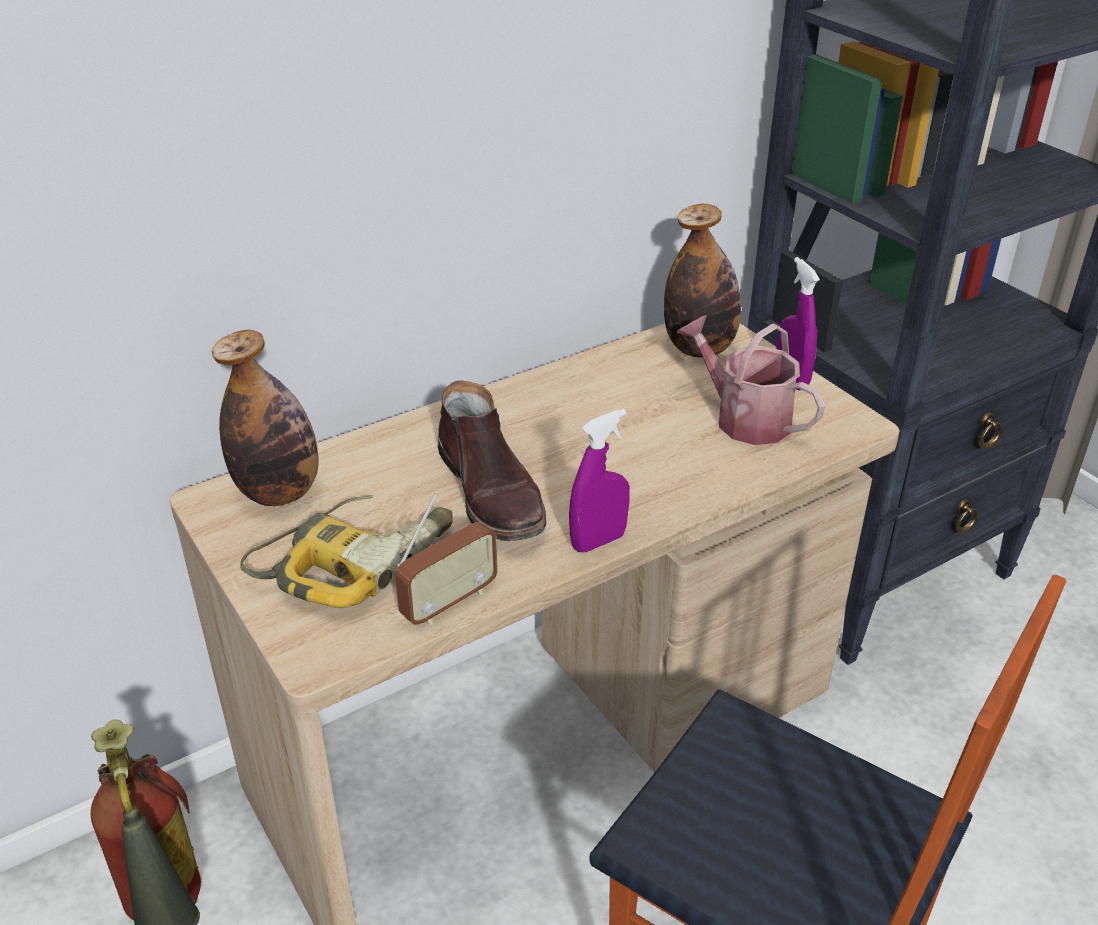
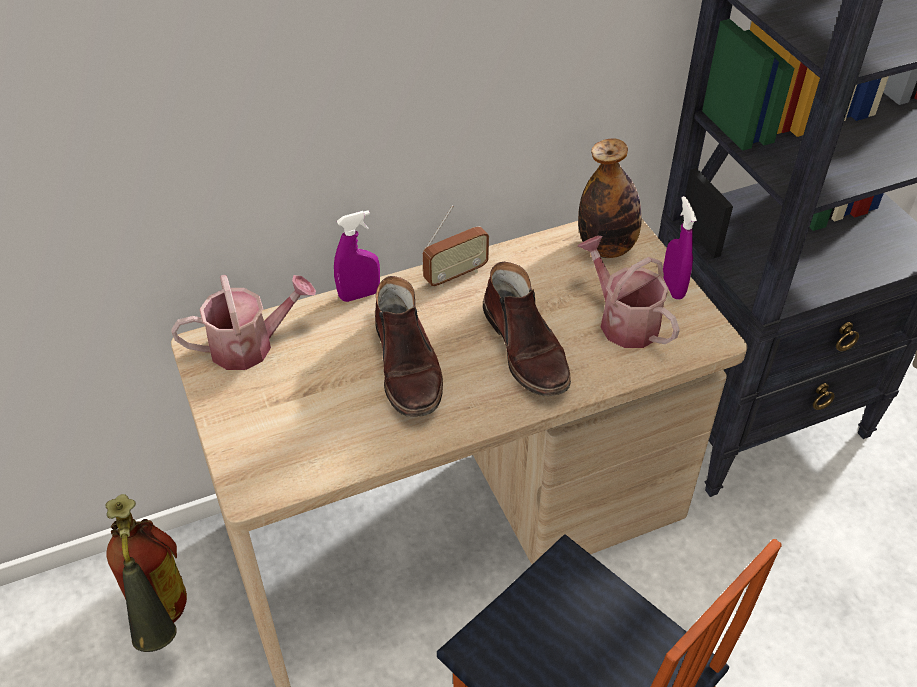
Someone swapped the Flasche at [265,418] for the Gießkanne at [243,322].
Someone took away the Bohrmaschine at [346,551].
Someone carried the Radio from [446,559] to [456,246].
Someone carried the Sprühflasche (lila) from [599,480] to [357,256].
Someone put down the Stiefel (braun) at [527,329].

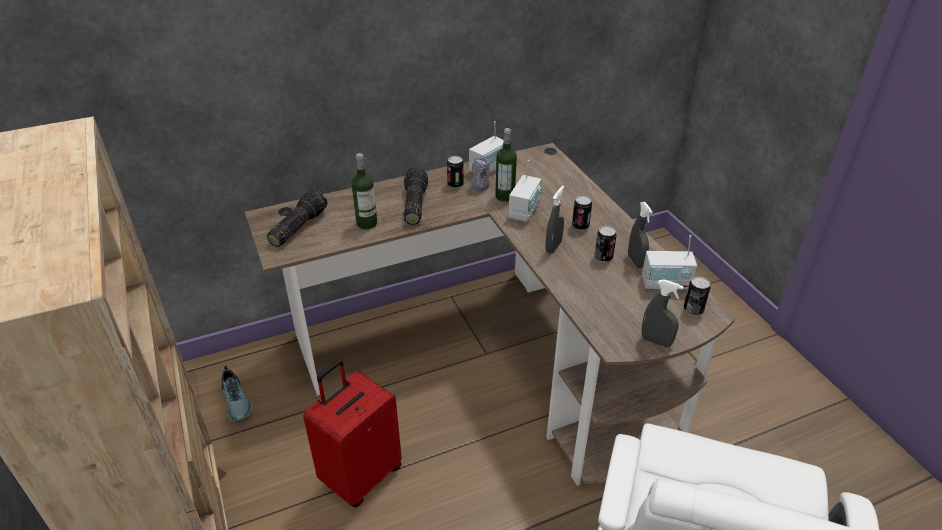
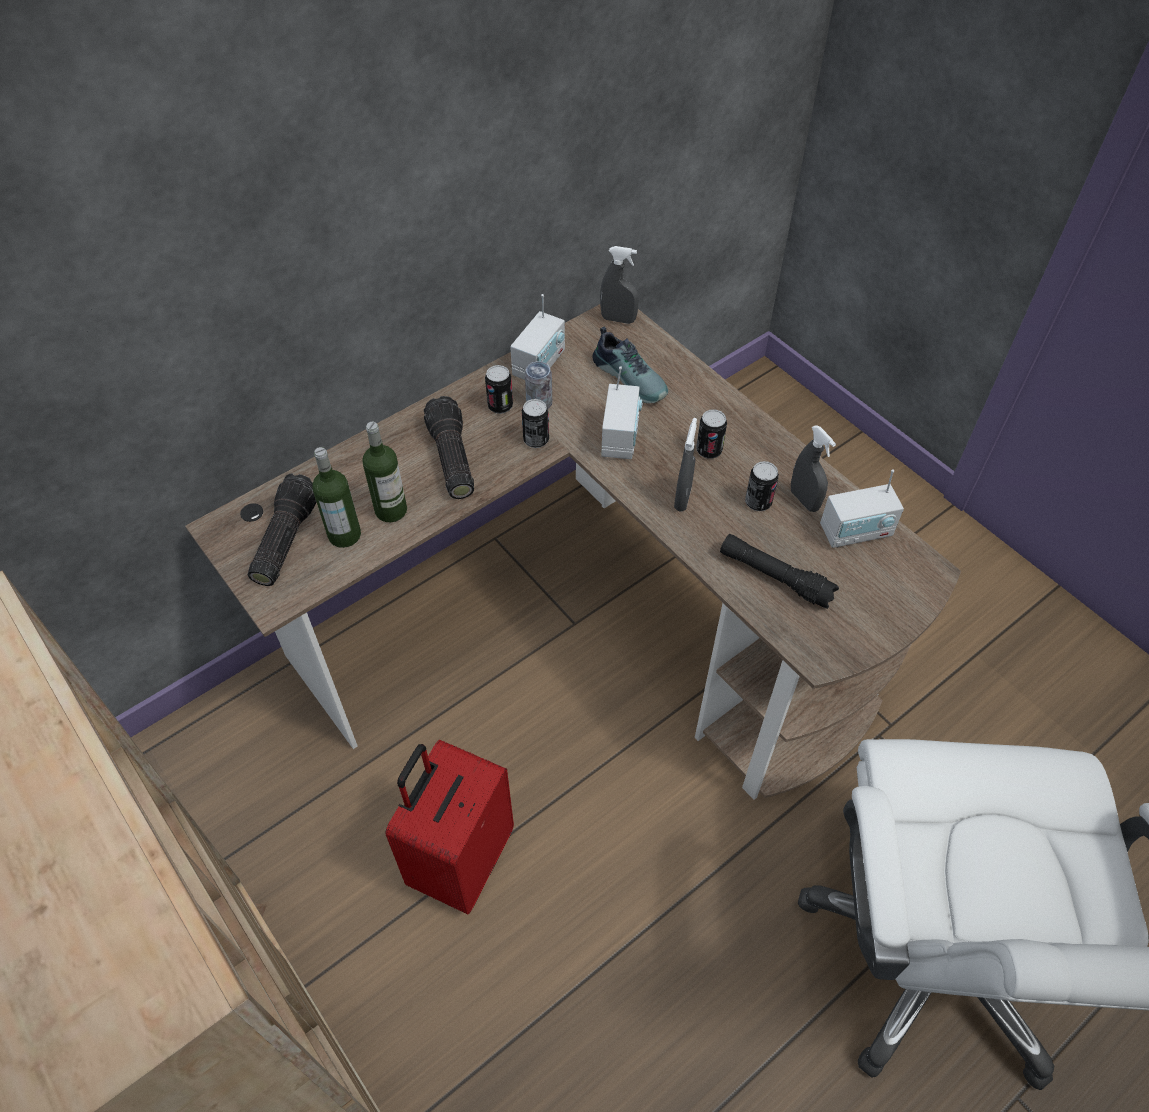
Someone carried the Schuh from [237,393] to [630,365].
Someone carried the Flasche from [506,165] to [336,497].
Someone carried the Sprühflasche (grau) from [663,313] to [619,285].
Someone carried the Dose from [697,296] to [535,423].
Someone put down the Taschenlampe (schwarz) at [779,571].

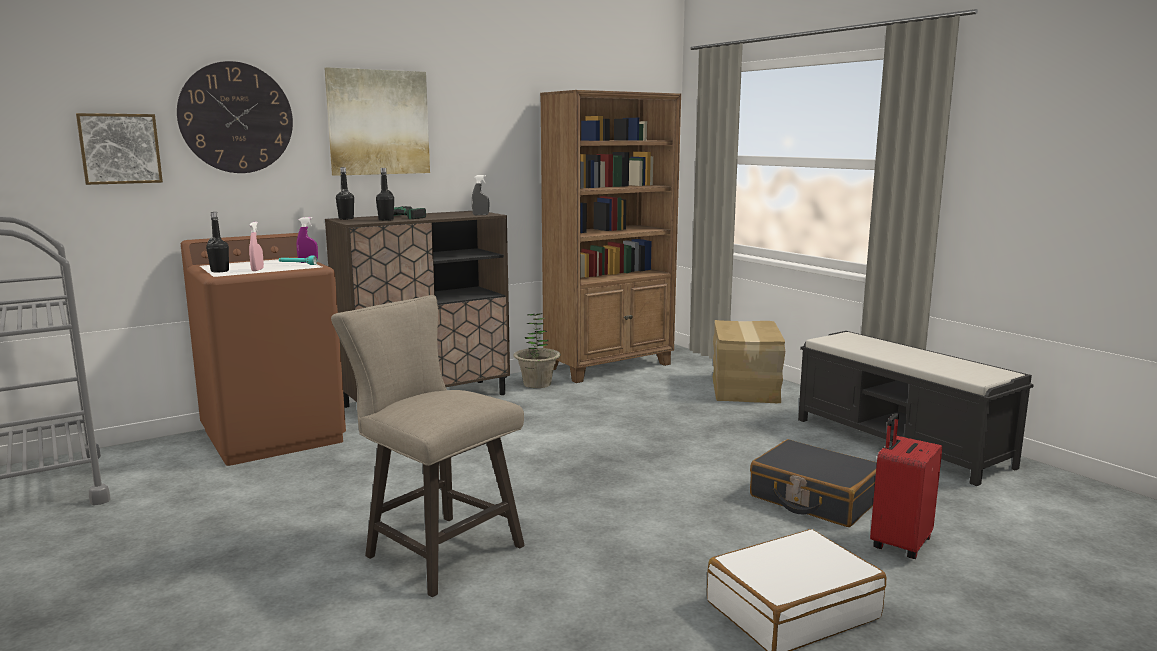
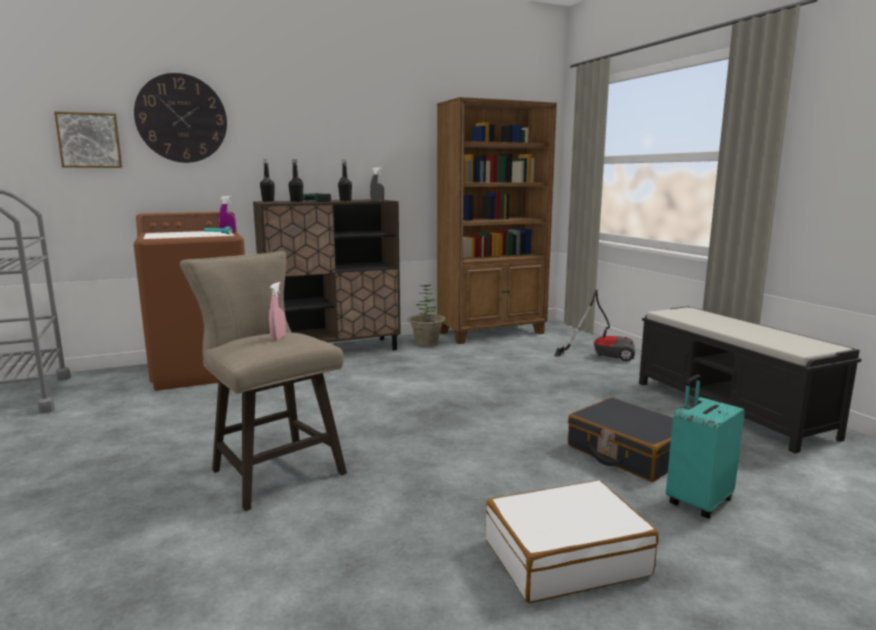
Someone carried the Flasche (schwarz) from [217,242] to [345,180].
Someone carried the Sprühflasche (rosa) from [256,246] to [277,311].
Someone took away the Bild at [377,121].
Someone swapped the Karton at [748,361] for the Staubsauger at [595,325].
Someone repainted the Koffer (rot) at [906,486], which became the Koffer (türkis) at [705,446].

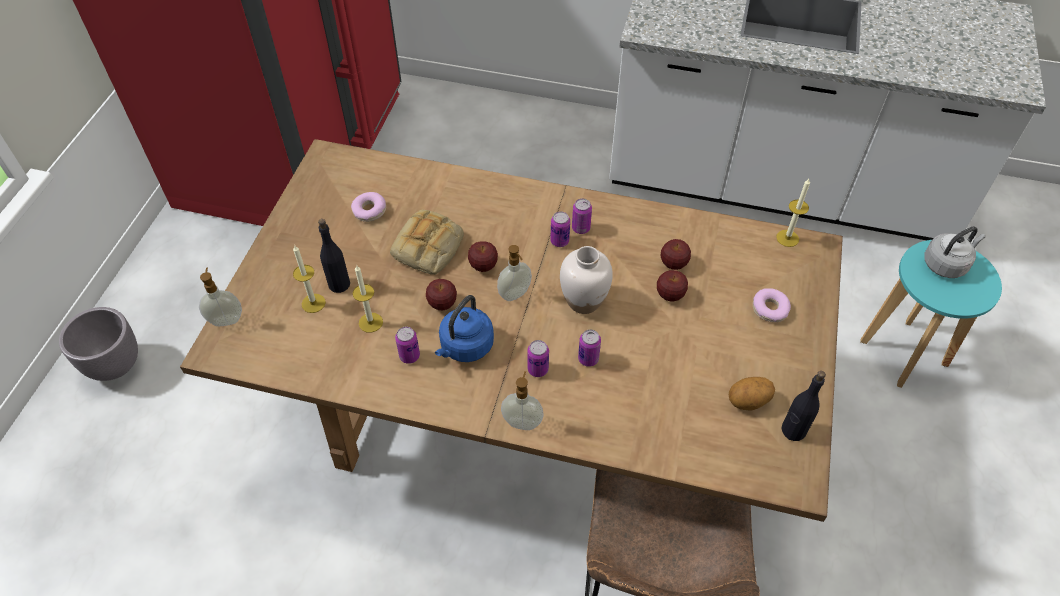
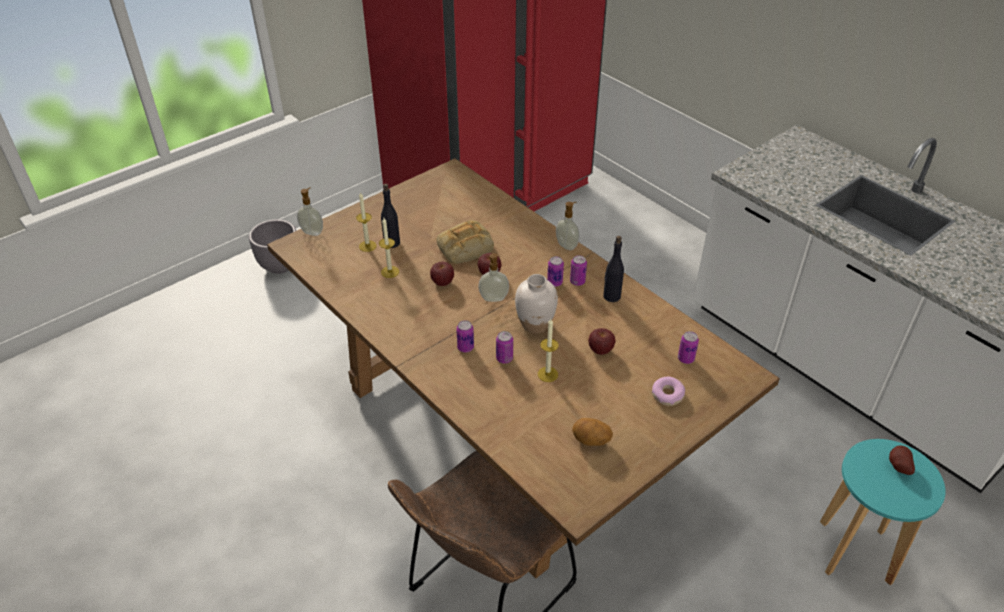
Someone took away the Donut at [368,207].
Someone carried the Dose from [407,345] to [688,347].
Someone took away the Wasserkessel (blau) at [464,328].
Someone carried the Seifenspender from [522,400] to [567,226].
Someone took away the Apfel at [676,254].
Someone carried the Kerze from [793,213] to [548,350].
Someone carried the Flasche (schwarz) from [803,406] to [613,269].
Someone swapped the Wasserkessel (grau) at [954,252] for the Kartoffel at [902,460].

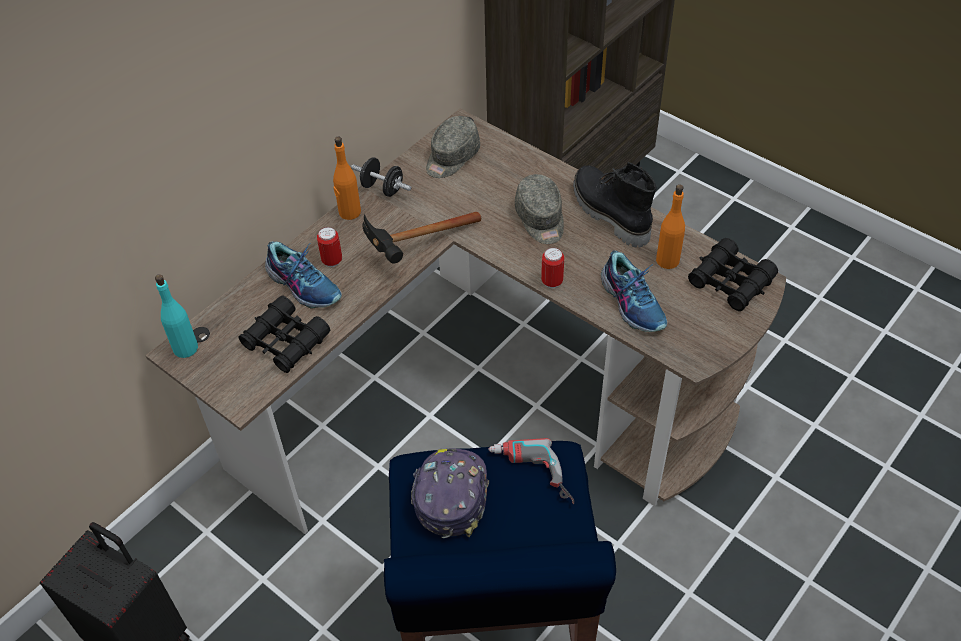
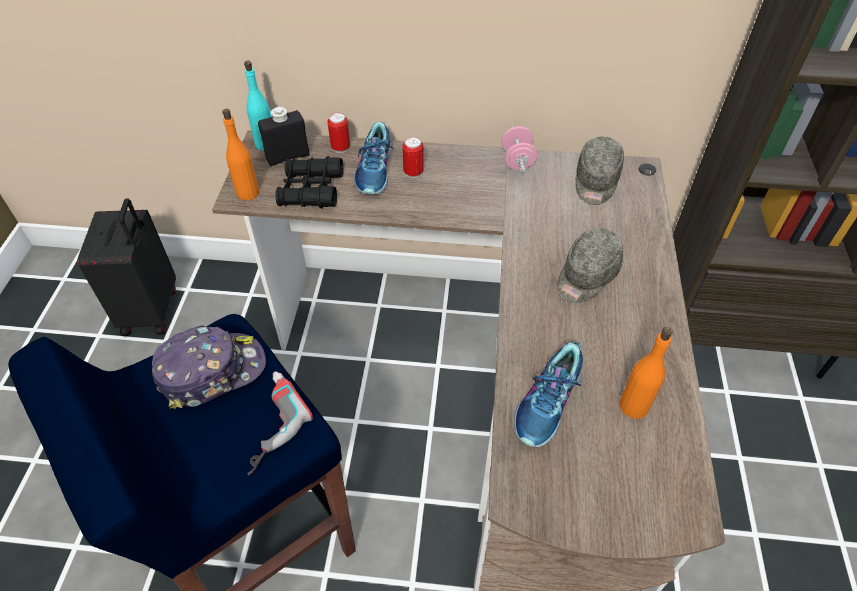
Someone carried the Flasche (orange) from [347,178] to [240,155].
Someone repainted the Hantel (schwarz) at [381,177], which became the Hantel (rosa) at [519,149].
Someone took away the Hammer at [421,238].
Someone rotated the Kappe (grau) at [453,147] by 75 degrees counterclockwise.
Someone carried the Dose from [552,268] to [338,133].
Someone took away the Stiefel (schwarz) at [614,204].
Someone took away the Fernglas (schwarz) at [733,274].
Someone put down the Flasche (schwarz) at [284,136].

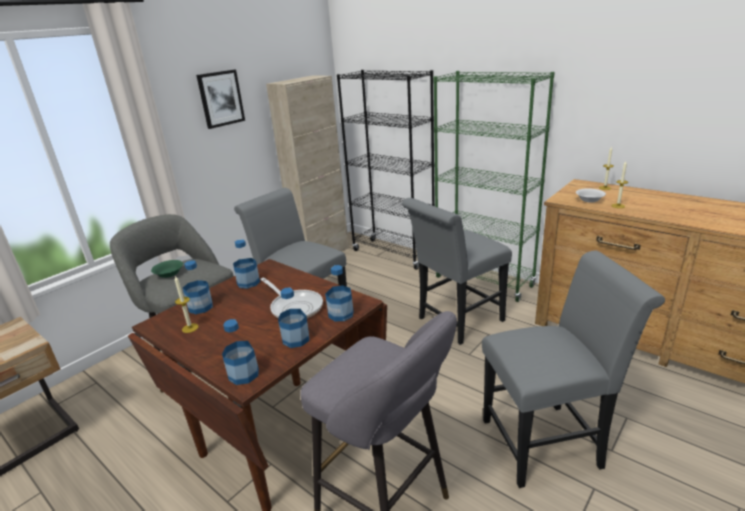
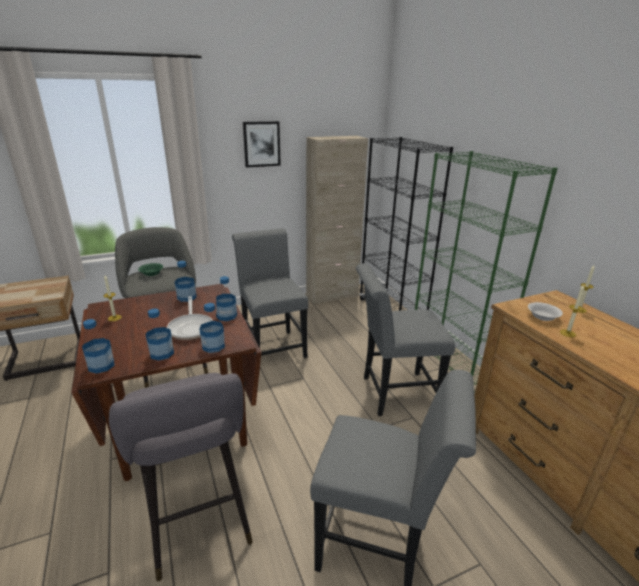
Someone carried the Flasche from [198,287] to [226,298].

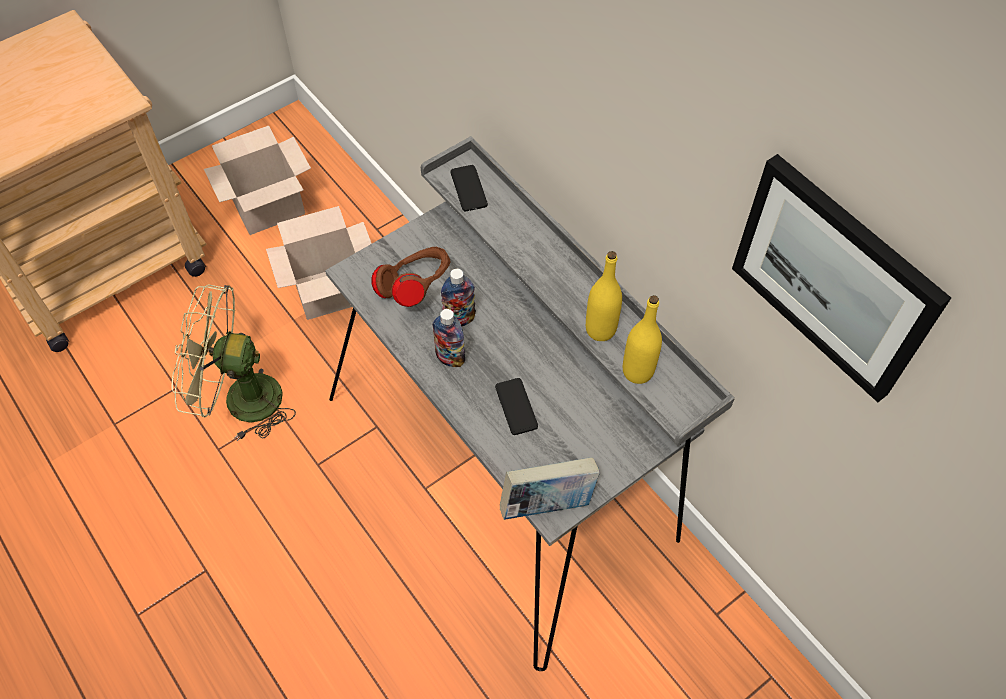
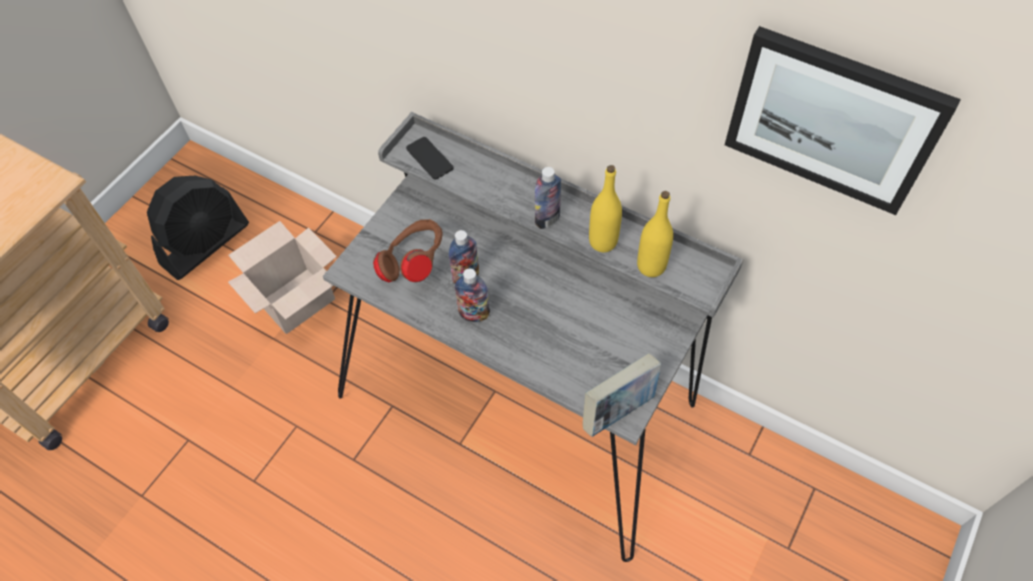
Someone took away the Ventilator (grün) at [233,362].
Someone swapped the Karton at [257,180] for the Ventilator (schwarz) at [198,228].
Someone took away the Handy at [516,406].
Someone put down the Flasche at [548,198].

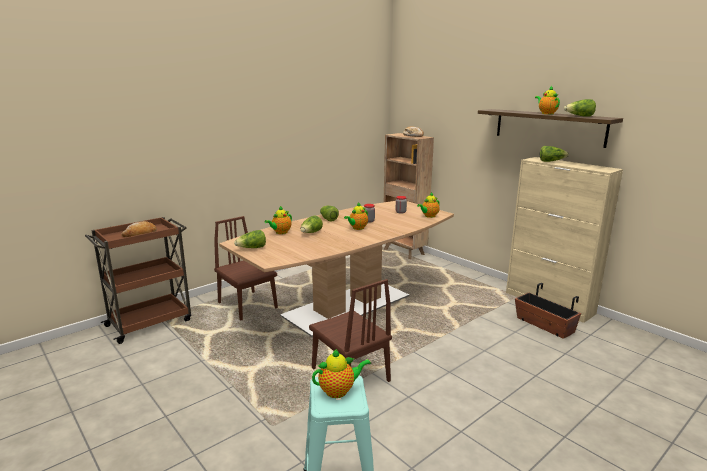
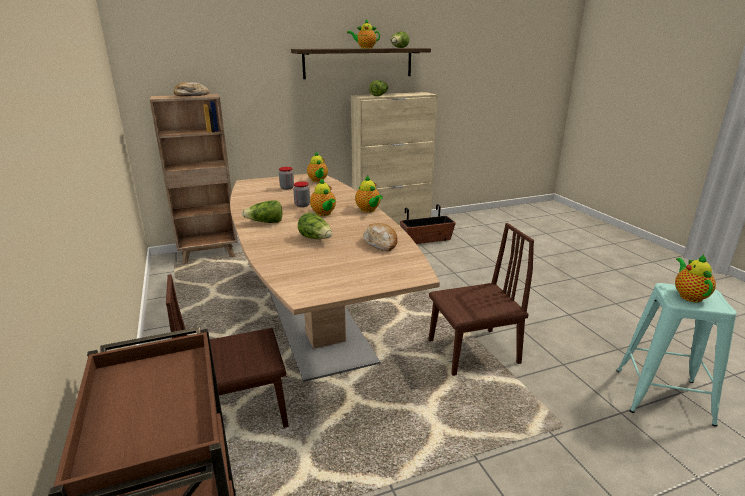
Someone carried the Brot from [139,229] to [380,237].
Someone took away the Salatkopf at [250,239].
Someone carried the Teekanne from [278,220] to [369,193].

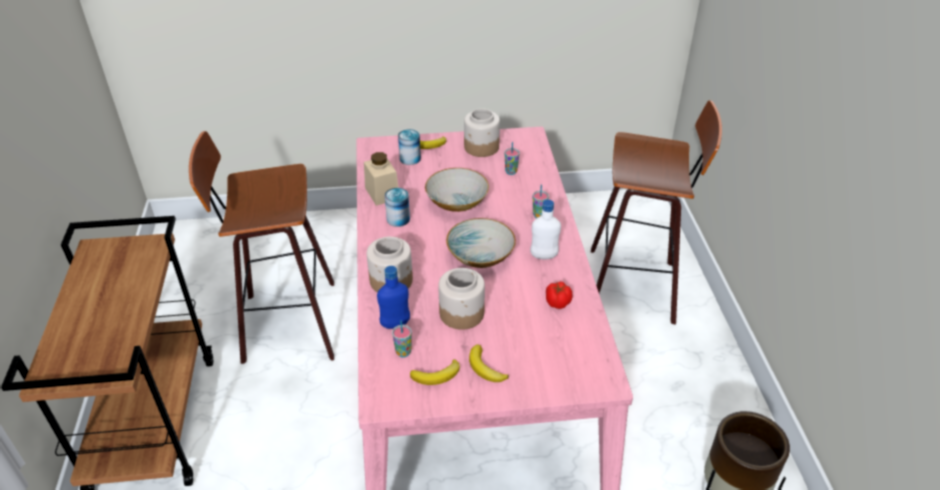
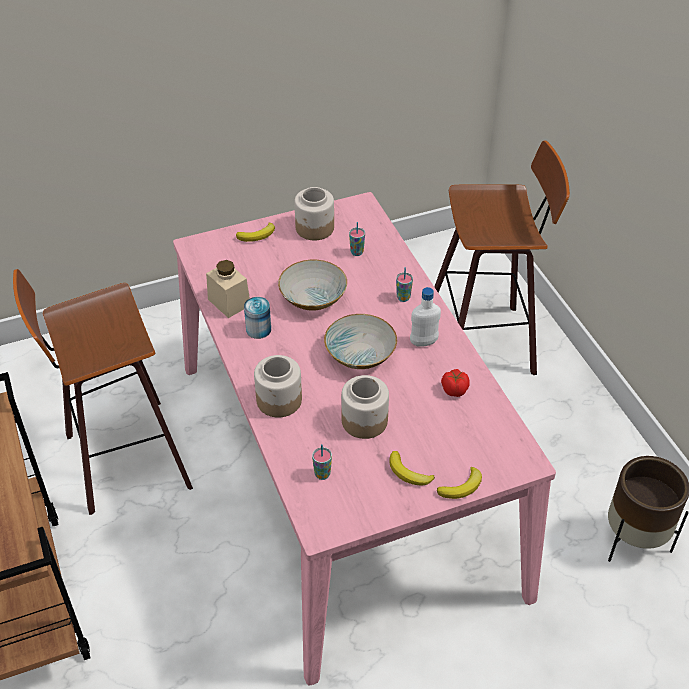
Someone took away the Flasche (blau) at [393,297].
Someone took away the Dose at [409,147].
Someone carried the Banane from [435,372] to [459,483].

